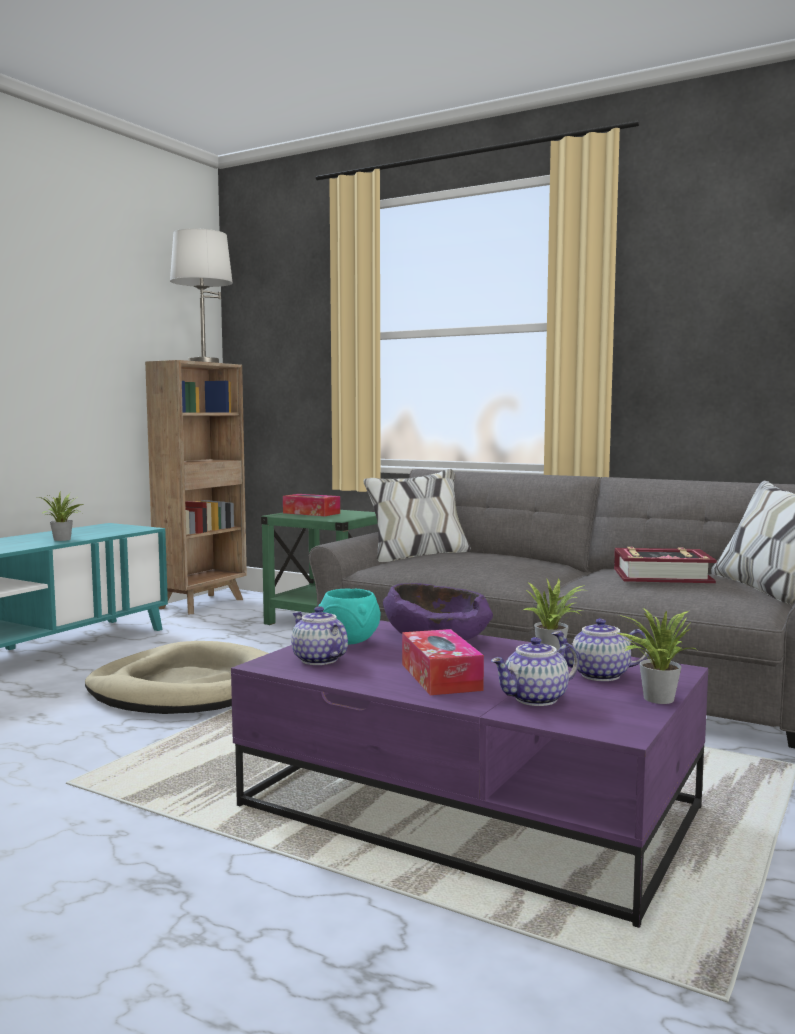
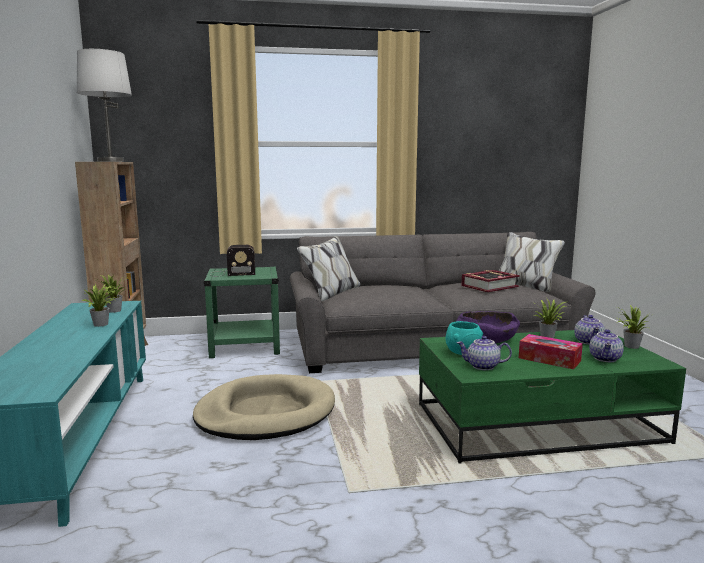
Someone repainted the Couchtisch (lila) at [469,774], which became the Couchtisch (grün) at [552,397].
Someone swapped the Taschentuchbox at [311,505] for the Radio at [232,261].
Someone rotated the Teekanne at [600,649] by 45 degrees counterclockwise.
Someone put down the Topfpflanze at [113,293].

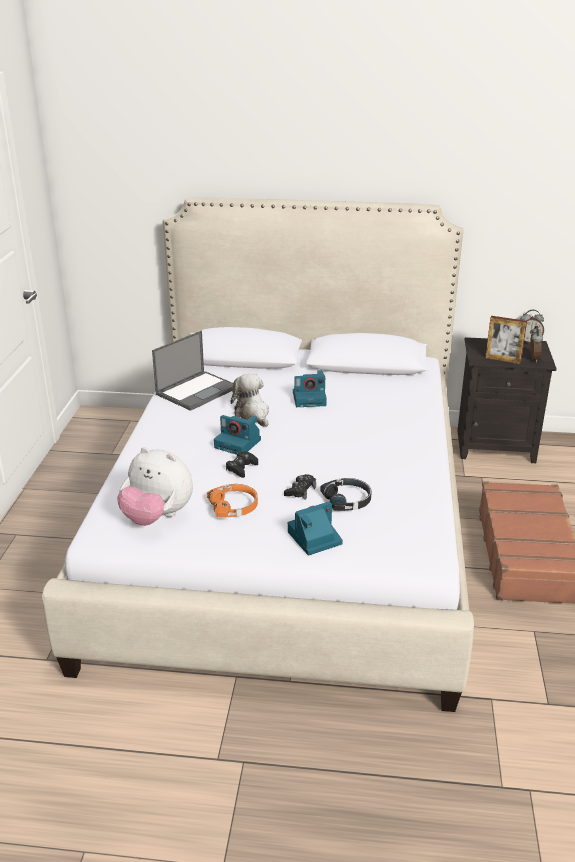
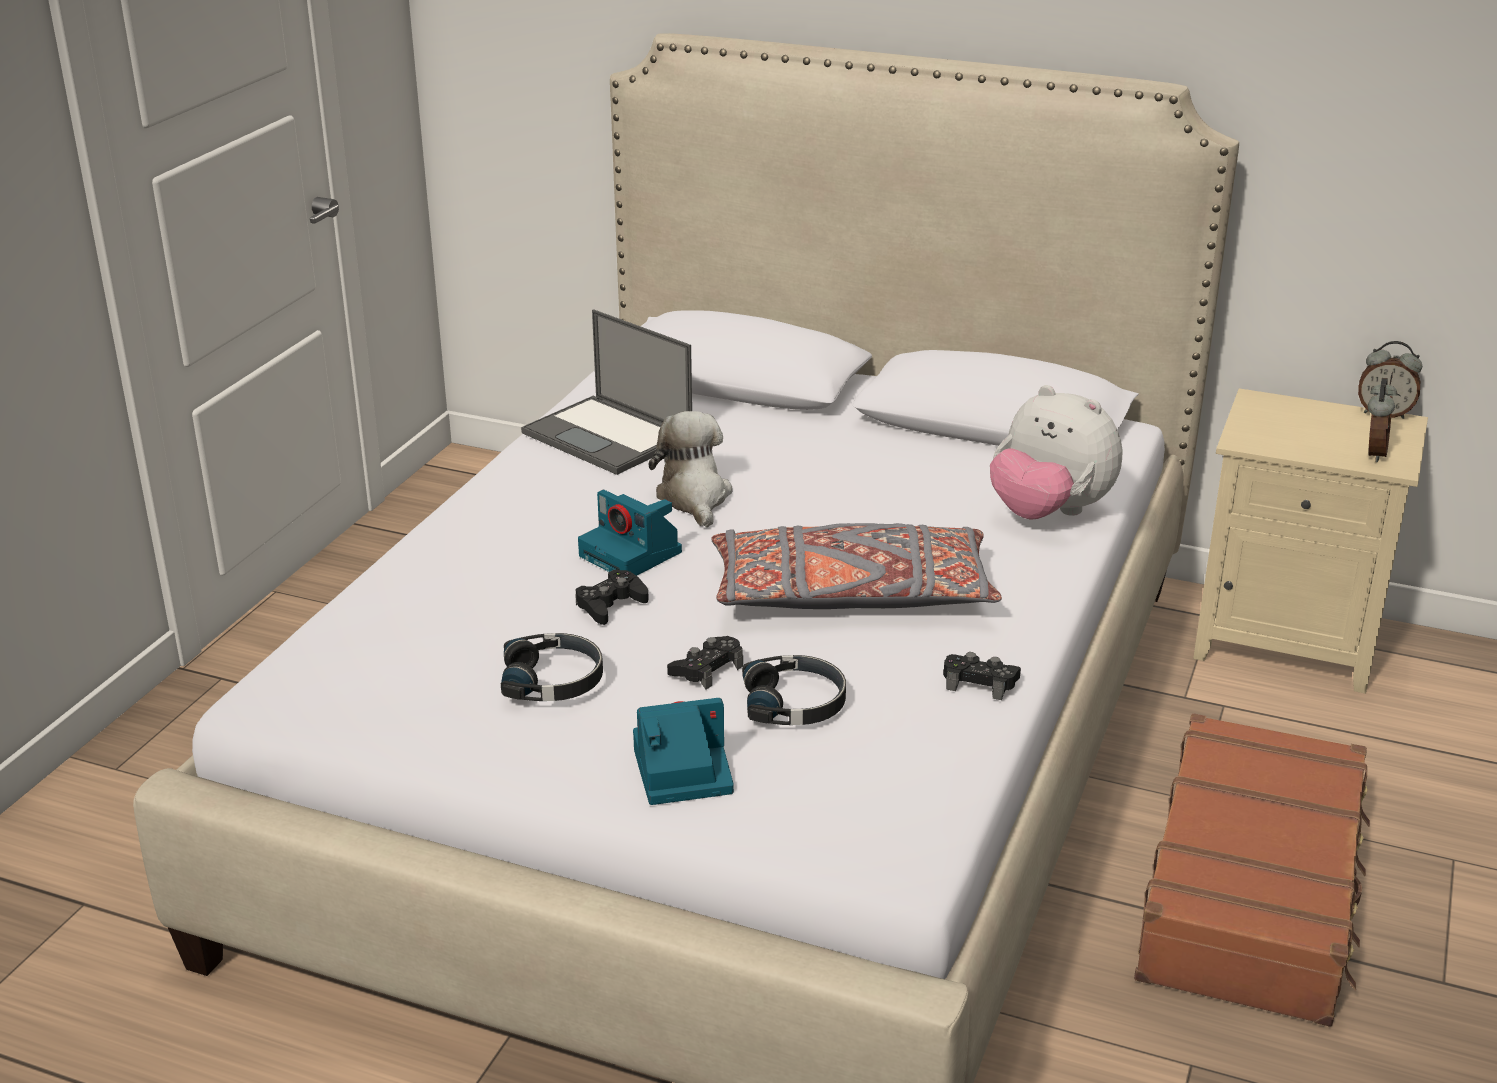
Someone carried the Plüschtier from [155,486] to [1056,452].
Someone rotated the Laptop at [192,371] by 75 degrees clockwise.
Someone repainted the Kopfhörer (orange) at [232,500], which became the Kopfhörer (schwarz) at [552,667].
Someone took away the Kamera at [310,388].
Someone repainted the Nachttisch (schwarz) at [507,400], which became the Nachttisch (beige) at [1310,541].
Someone took away the Bilderrahmen at [506,340].
Someone put down the Kissen (grau) at [856,566].
Someone put down the Gamepad (schwarz) at [982,676].

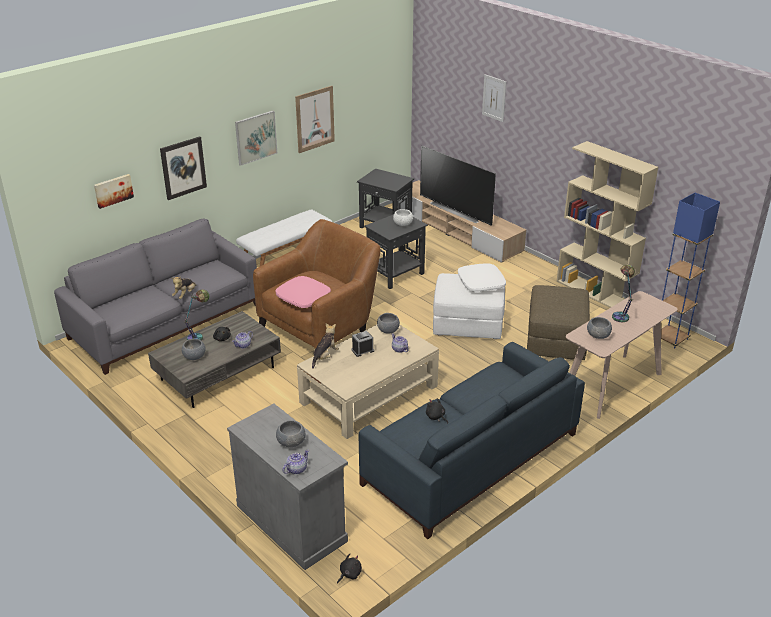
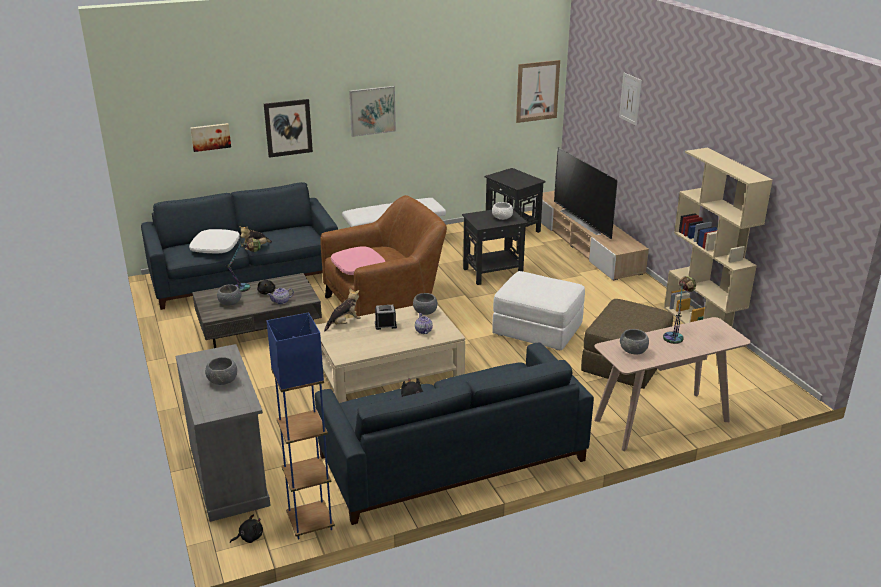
Someone repainted the Sofa (grau) at [155,296], which became the Sofa (blau) at [239,246].
Someone took away the Teekanne at [296,461].
Someone carried the Bild from [315,119] to [538,91].
Someone carried the Kissen (weiß) from [482,277] to [214,241].
Someone carried the Stehlampe (blau) from [690,271] to [300,425].

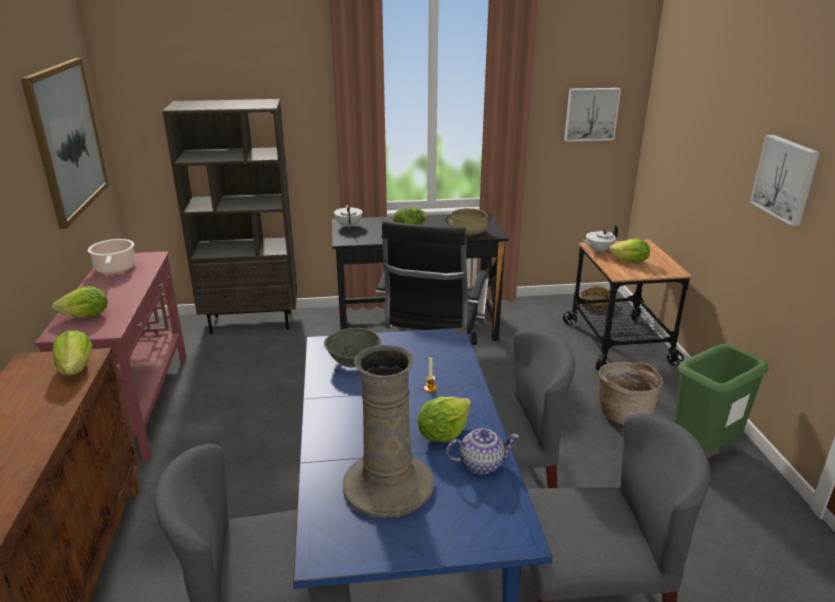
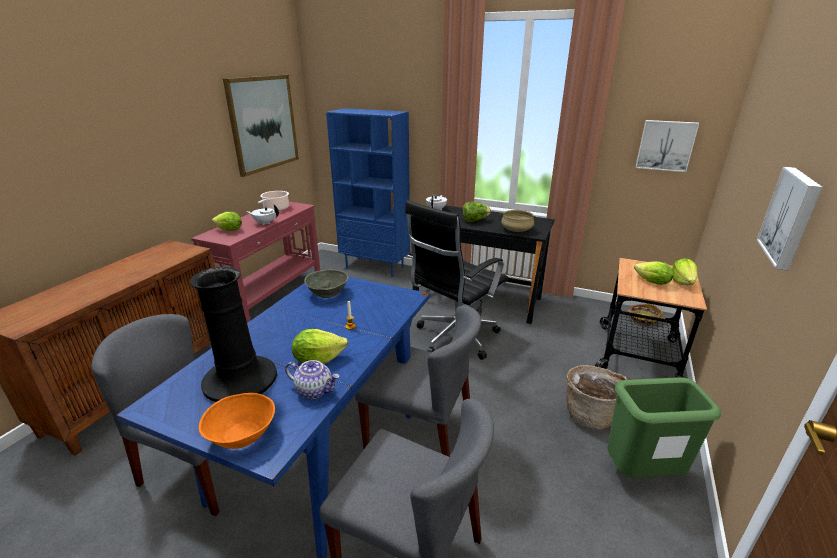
Someone carried the Salatkopf from [73,353] to [685,271].
Someone repainted the Bücherregal (braun) at [229,216], which became the Bücherregal (blau) at [368,192].
Someone repainted the Vase (beige) at [388,432], which became the Vase (schwarz) at [233,334].
Someone carried the Teekanne (weiß) from [600,239] to [262,215].
Someone put down the Schüssel (orange) at [237,421].

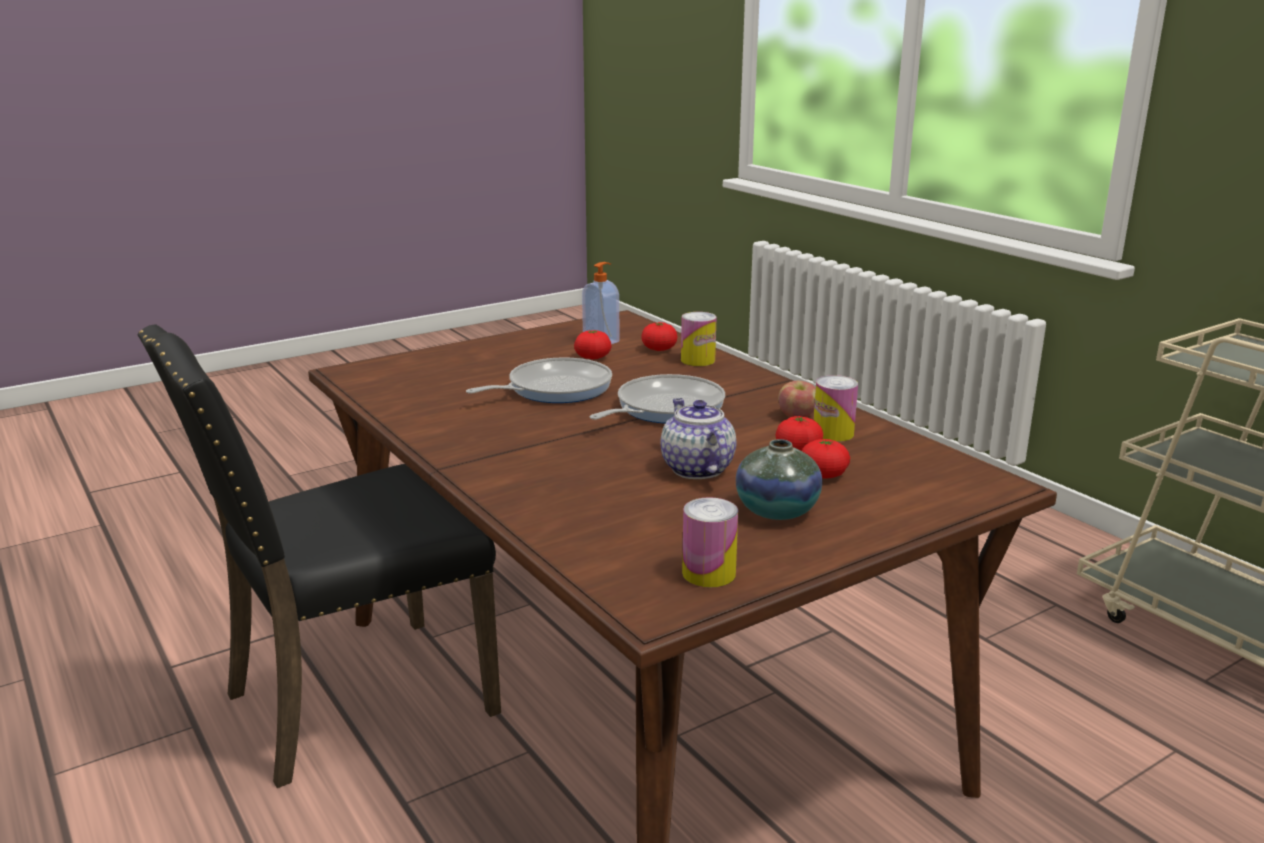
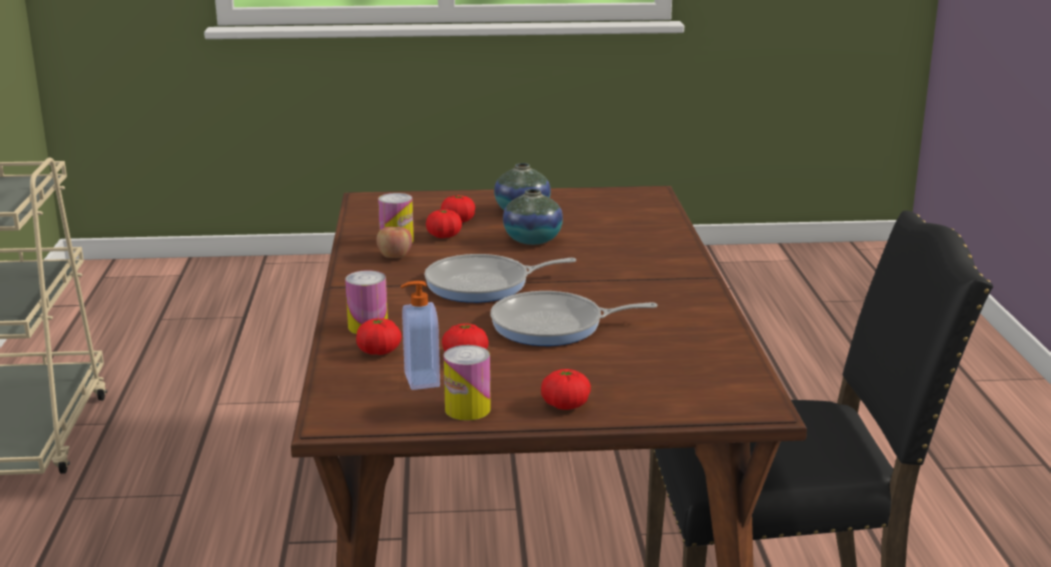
Someone swapped the Teekanne at [698,438] for the Vase at [533,217].
Someone carried the Dose from [710,542] to [467,383].
Someone put down the Tomate at [566,389].

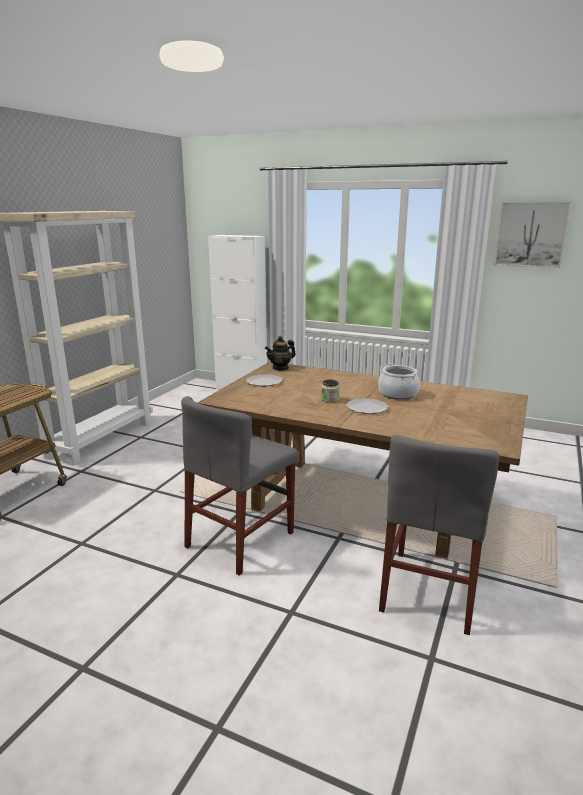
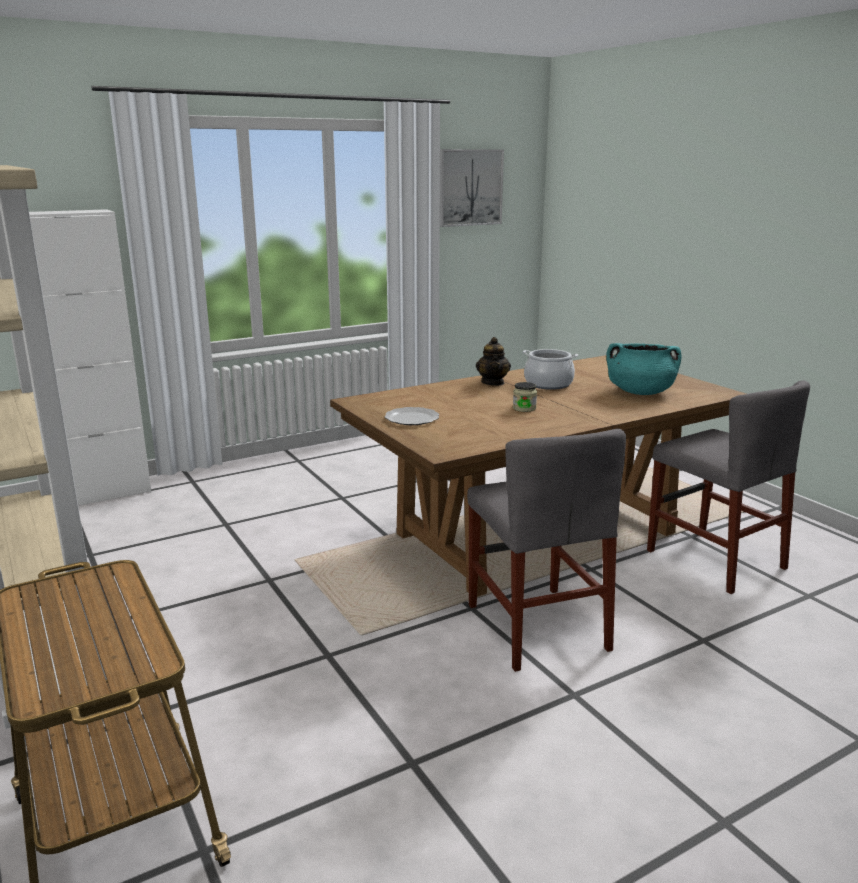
Someone carried the Teekanne from [280,353] to [493,361].
Someone took away the Teller at [367,406].
Someone put down the Kochtopf (türkis) at [643,369].

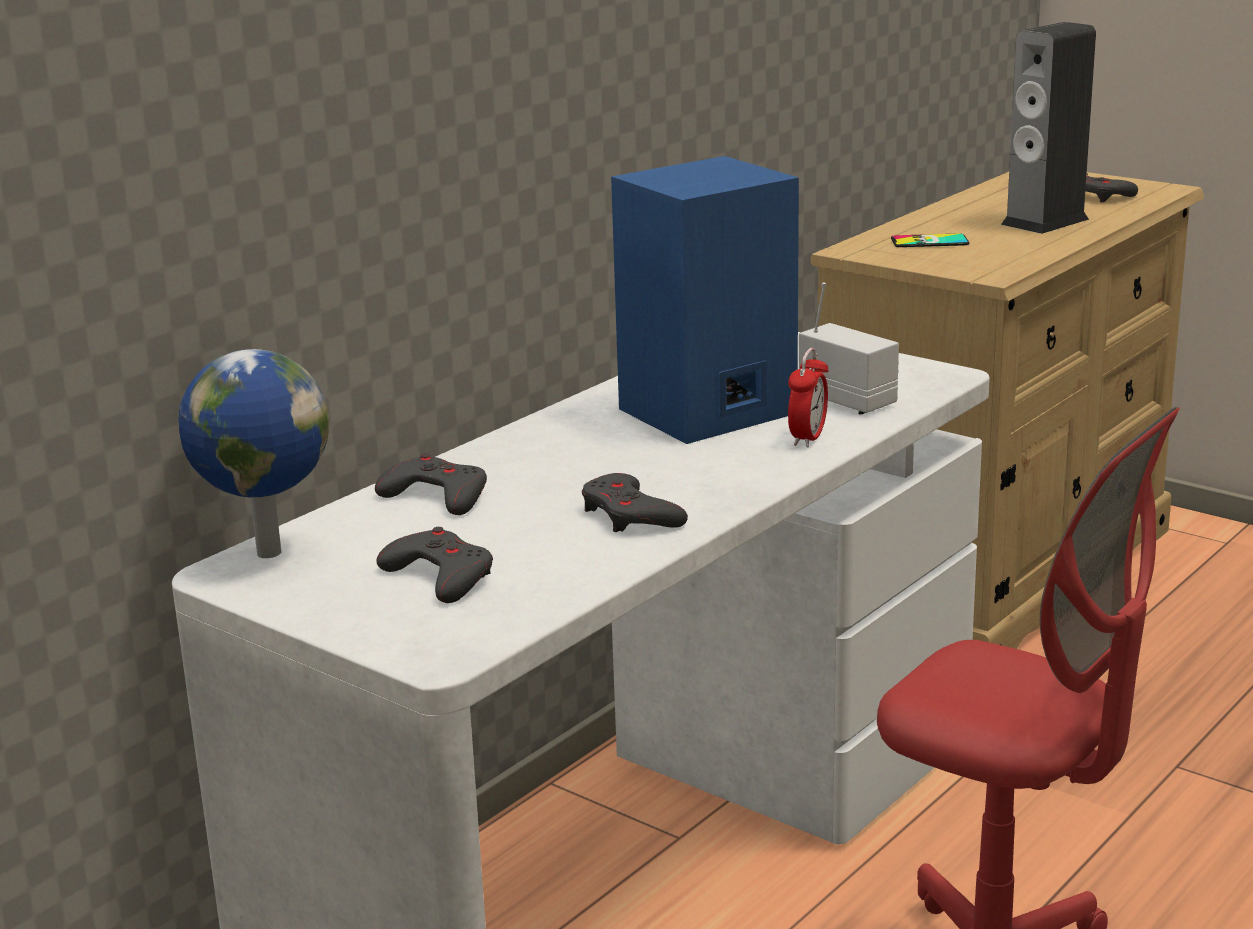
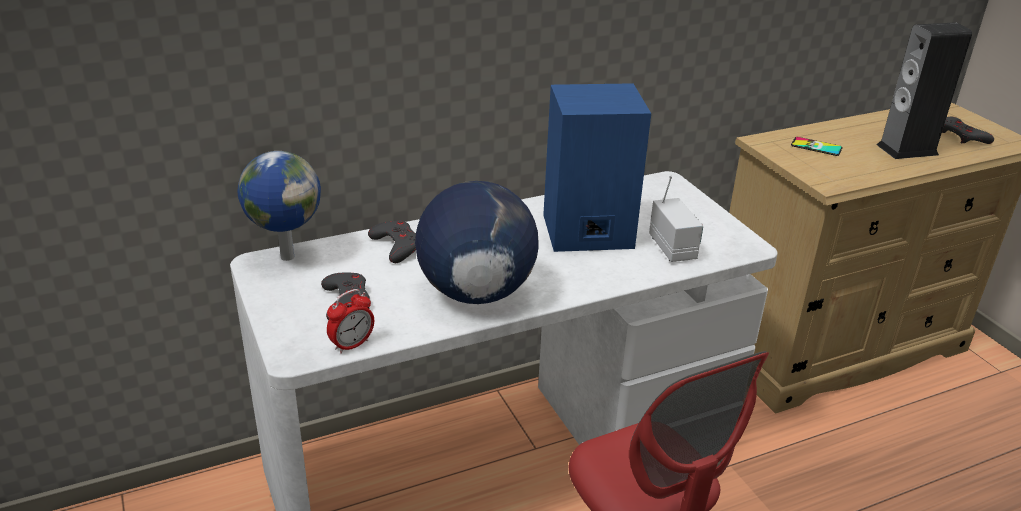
Someone swapped the Gamepad (grau) at [635,502] for the Globus at [477,242].
Someone carried the Wecker from [808,397] to [350,321].

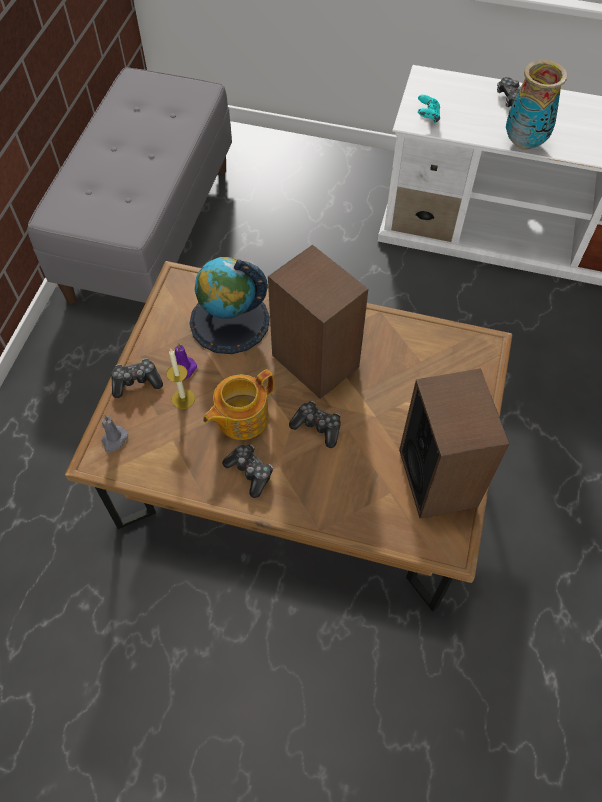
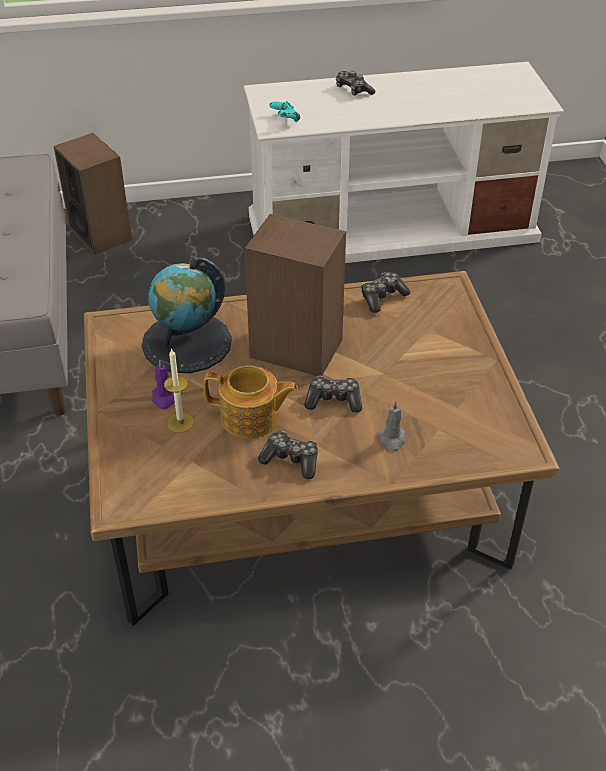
Someone carried the Kerze (grau) from [115,434] to [392,426].
Someone carried the Gamepad from [137,378] to [385,292].
Someone rotated the Teekanne at [239,404] by 105 degrees counterclockwise.
Someone carried the Lautsprecher from [454,443] to [93,193].
Someone took away the Vase at [536,105].

